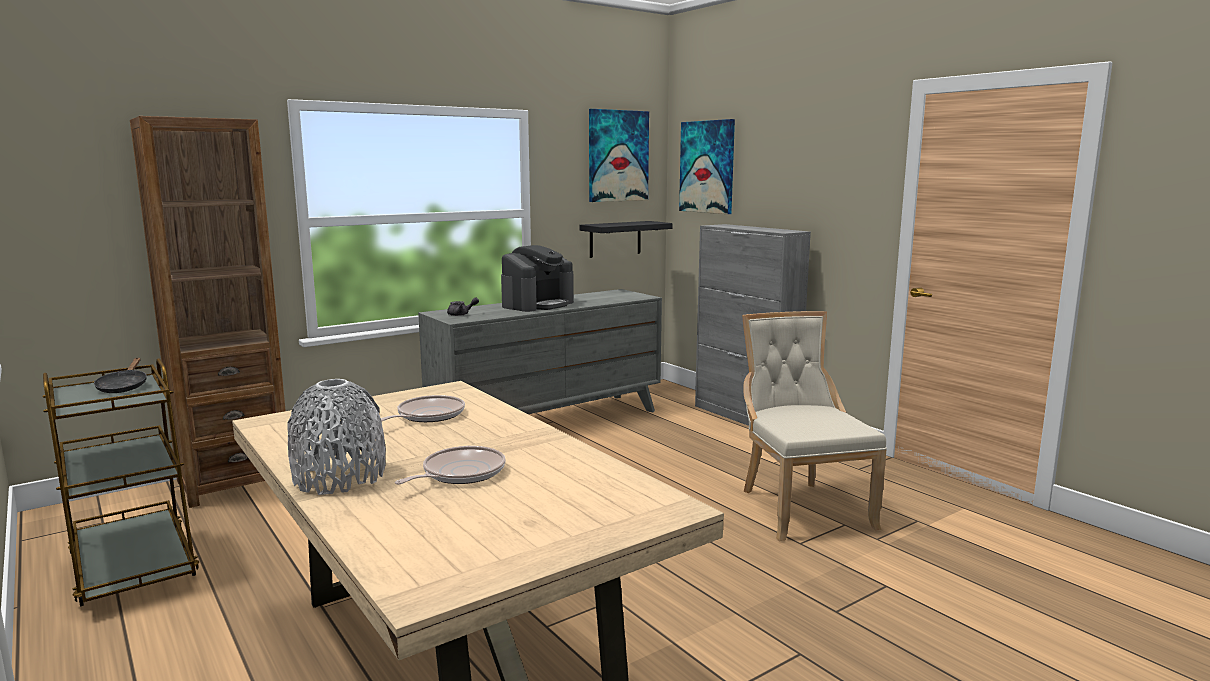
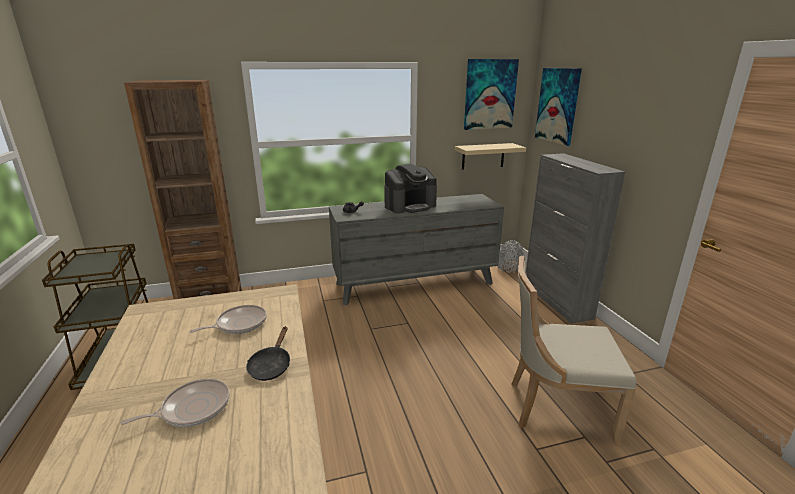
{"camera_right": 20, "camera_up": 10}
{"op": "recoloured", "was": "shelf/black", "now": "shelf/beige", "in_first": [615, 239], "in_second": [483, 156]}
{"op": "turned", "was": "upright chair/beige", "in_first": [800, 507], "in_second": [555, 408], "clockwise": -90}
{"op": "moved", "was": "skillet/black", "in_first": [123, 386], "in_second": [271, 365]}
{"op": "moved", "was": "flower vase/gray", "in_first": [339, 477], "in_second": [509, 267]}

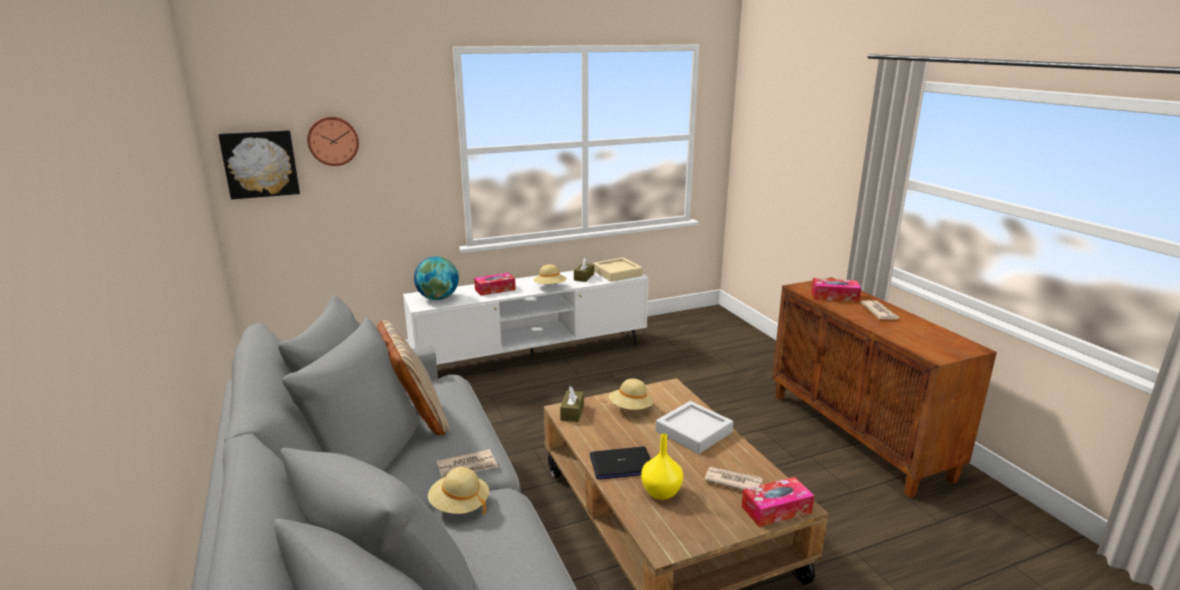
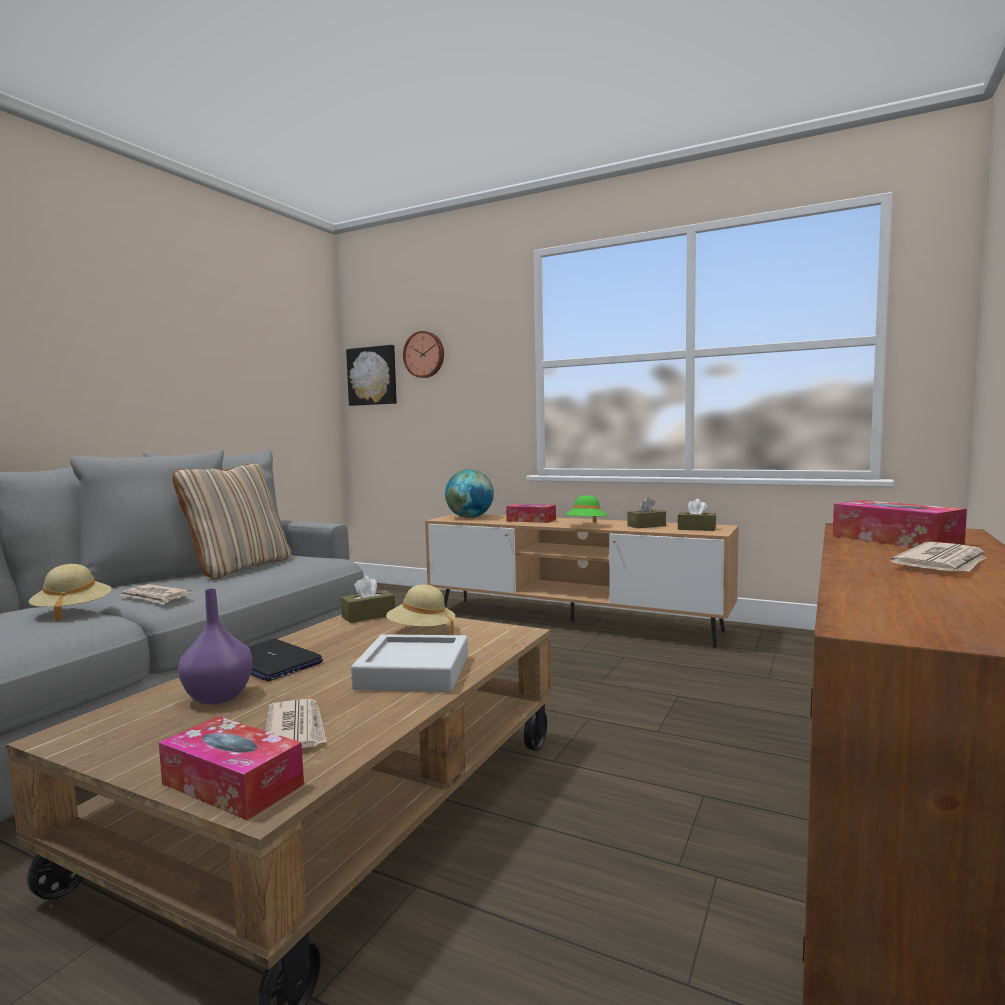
{"camera_right": 50, "camera_up": -15}
{"op": "replaced", "was": "carrying tray/beige", "now": "tissue holder/brown-coloured", "in_first": [617, 273], "in_second": [696, 529]}
{"op": "recoloured", "was": "hat/beige", "now": "hat/green", "in_first": [550, 287], "in_second": [586, 526]}
{"op": "recoloured", "was": "media console/white-coloured", "now": "media console/brown-coloured", "in_first": [532, 357], "in_second": [572, 621]}
{"op": "recoloured", "was": "flower vase/yellow-coloured", "now": "flower vase/purple-coloured", "in_first": [661, 492], "in_second": [219, 697]}

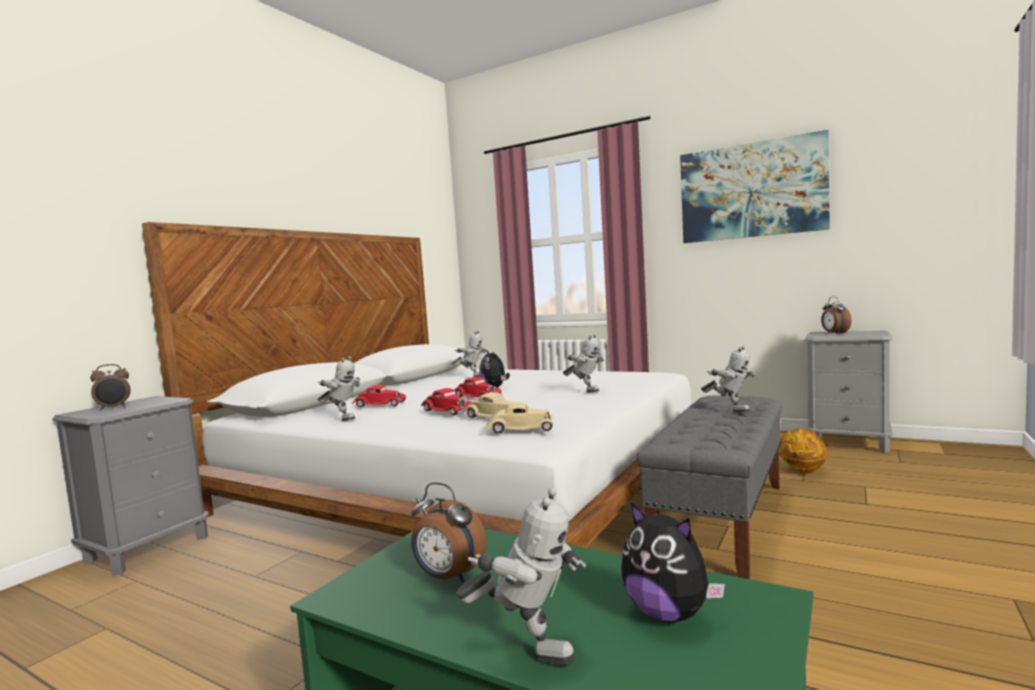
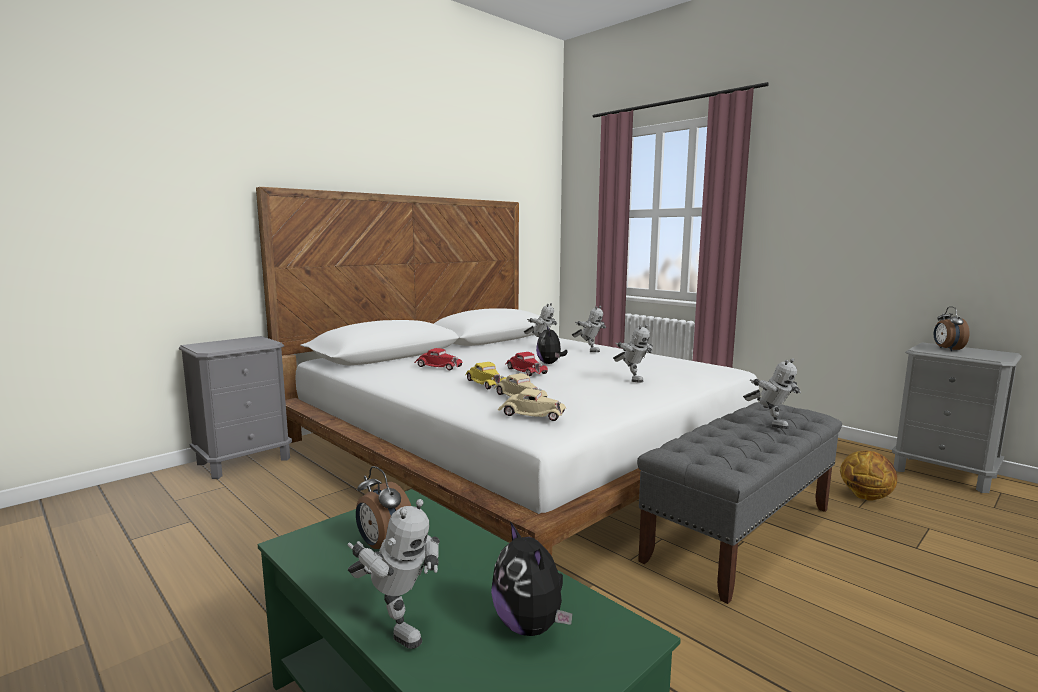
{"camera_right": 15, "camera_up": 5}
{"op": "removed", "was": "wall art", "in_first": [751, 190]}
{"op": "moved", "was": "model robot", "in_first": [342, 419], "in_second": [589, 351]}
{"op": "removed", "was": "alarm clock", "in_first": [113, 408]}
{"op": "recoloured", "was": "toy car/reddish", "now": "toy car/yellow-coloured", "in_first": [446, 410], "in_second": [486, 383]}

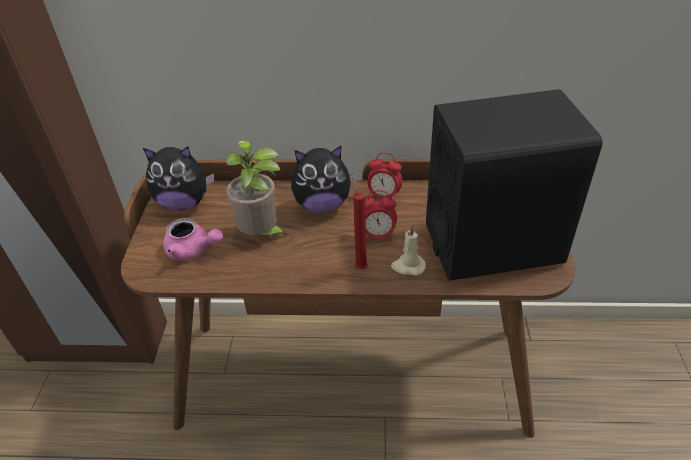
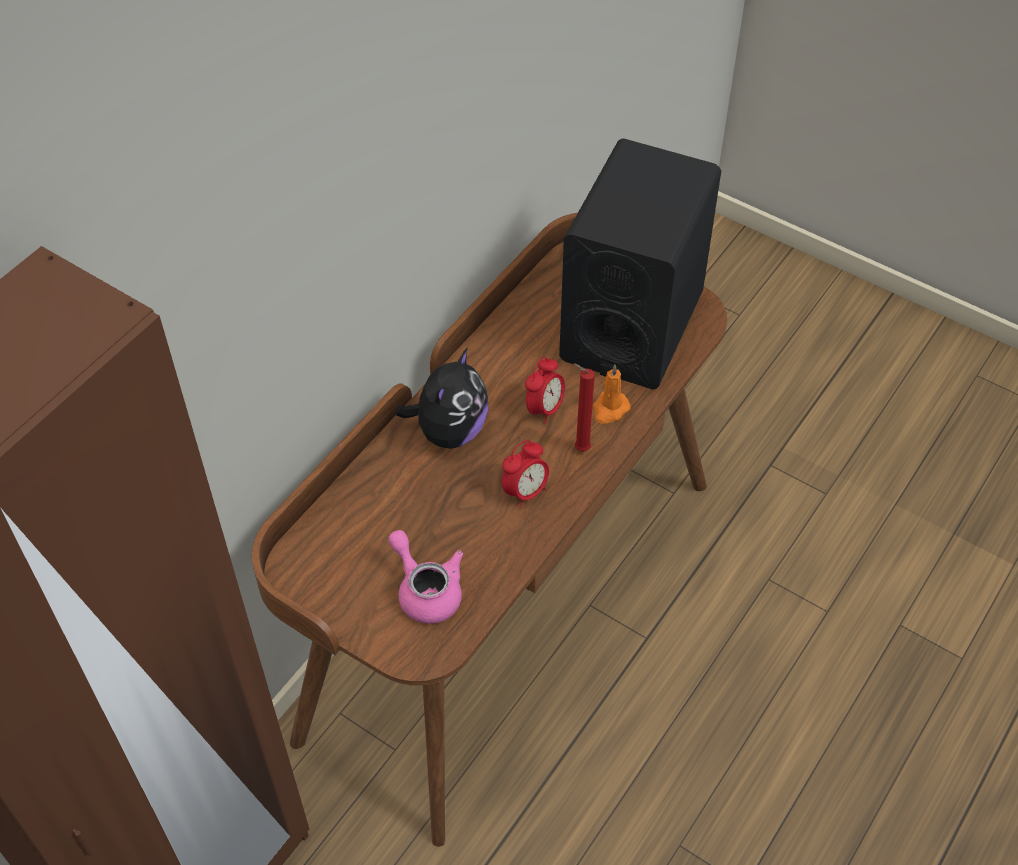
{"camera_right": -60, "camera_up": 10}
{"op": "removed", "was": "potted plant", "in_first": [262, 235]}
{"op": "removed", "was": "cuddly toy", "in_first": [184, 203]}
{"op": "moved", "was": "alarm clock", "in_first": [384, 197], "in_second": [525, 492]}
{"op": "turned", "was": "teapot/pink", "in_first": [193, 250], "in_second": [426, 590], "clockwise": -90}
{"op": "recoloured", "was": "wax light/beige", "now": "wax light/orange", "in_first": [408, 266], "in_second": [609, 409]}

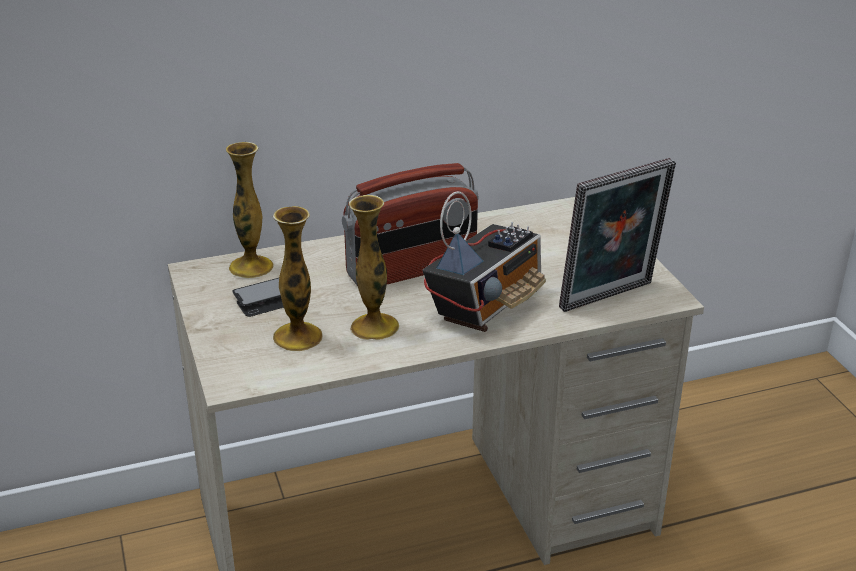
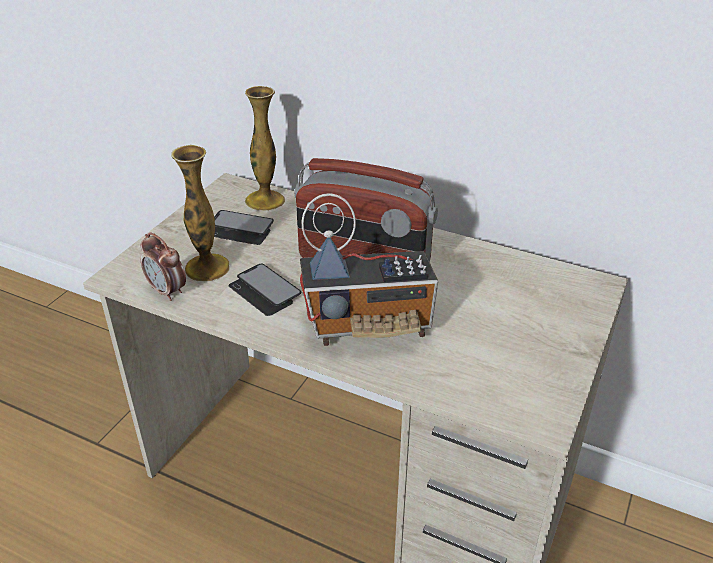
{"camera_right": 45, "camera_up": 5}
{"op": "removed", "was": "picture frame", "in_first": [610, 298]}
{"op": "replaced", "was": "flower vase", "now": "telephone", "in_first": [375, 327], "in_second": [264, 291]}
{"op": "added", "now": "alarm clock", "in_second": [167, 291]}

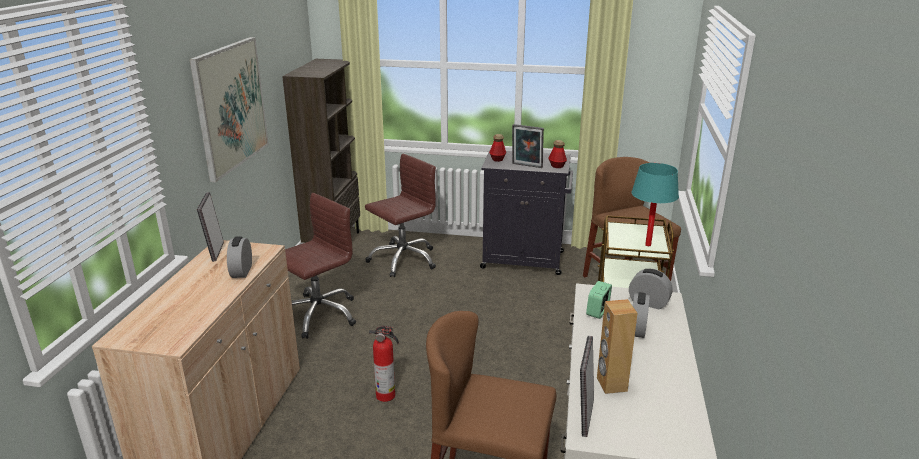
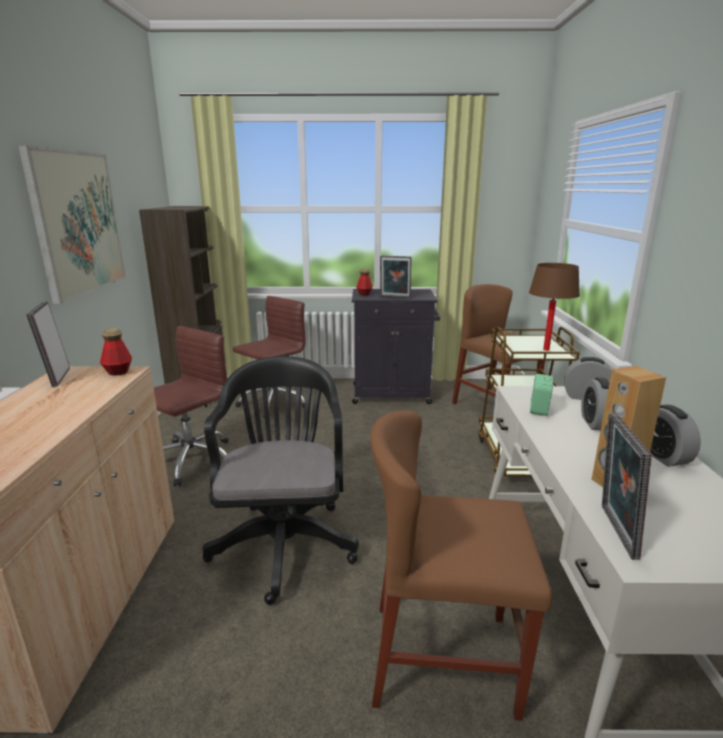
{"camera_right": -10, "camera_up": -5}
{"op": "moved", "was": "bottle", "in_first": [557, 166], "in_second": [118, 372]}
{"op": "recoloured", "was": "tabletop lamp/turquoise", "now": "tabletop lamp/brown-coloured", "in_first": [648, 245], "in_second": [546, 350]}
{"op": "moved", "was": "alarm clock", "in_first": [241, 271], "in_second": [662, 456]}
{"op": "replaced", "was": "fire-fighting cylinder", "now": "computer chair/black", "in_first": [387, 395], "in_second": [284, 540]}

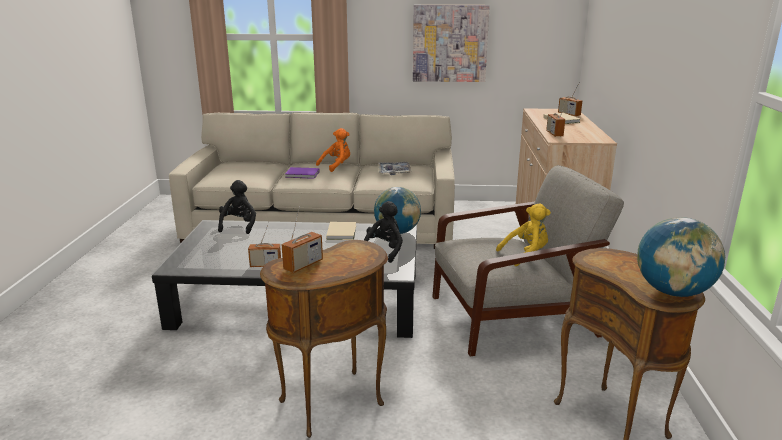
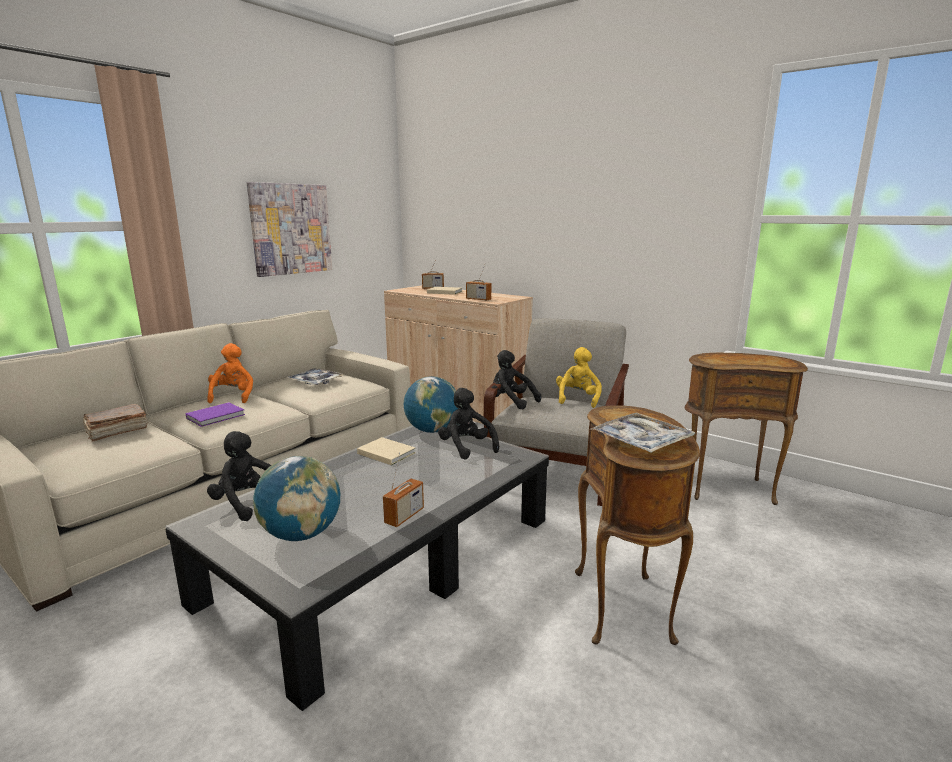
{"camera_right": -55, "camera_up": -5}
{"op": "replaced", "was": "radio set", "now": "carrying tray", "in_first": [303, 265], "in_second": [641, 441]}
{"op": "moved", "was": "globe", "in_first": [673, 292], "in_second": [301, 535]}
{"op": "added", "now": "cuddly toy/black", "in_second": [511, 402]}
{"op": "added", "now": "bound book/brown-coloured", "in_second": [116, 431]}

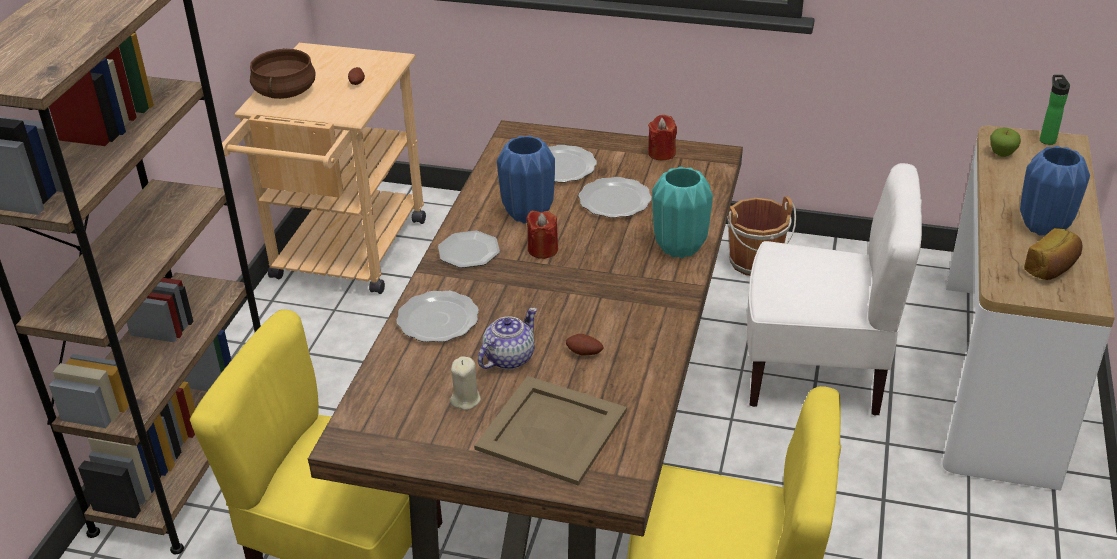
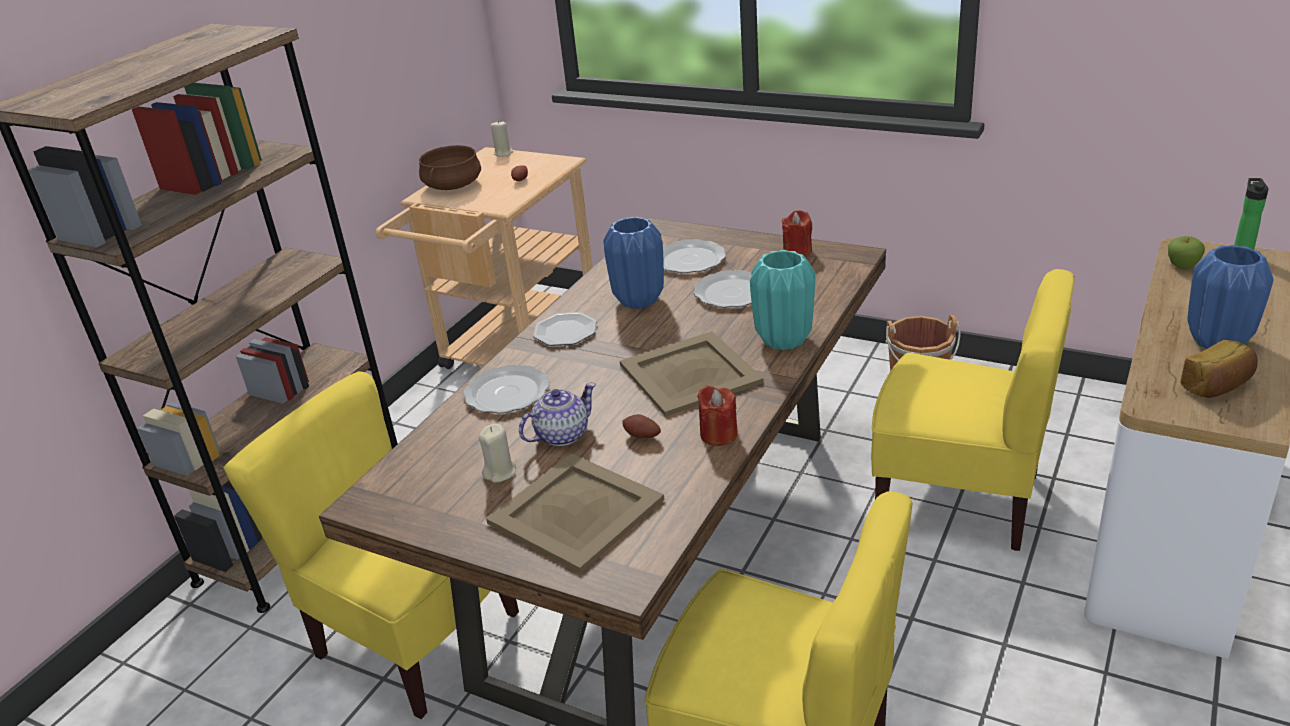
{"camera_right": 15, "camera_up": -5}
{"op": "recoloured", "was": "upright chair/white-coloured", "now": "upright chair/yellow-coloured", "in_first": [816, 372], "in_second": [958, 499]}
{"op": "moved", "was": "wax light/reddish", "in_first": [542, 249], "in_second": [718, 434]}
{"op": "added", "now": "wax light/beige", "in_second": [503, 153]}
{"op": "added", "now": "carrying tray/beige", "in_second": [689, 374]}

